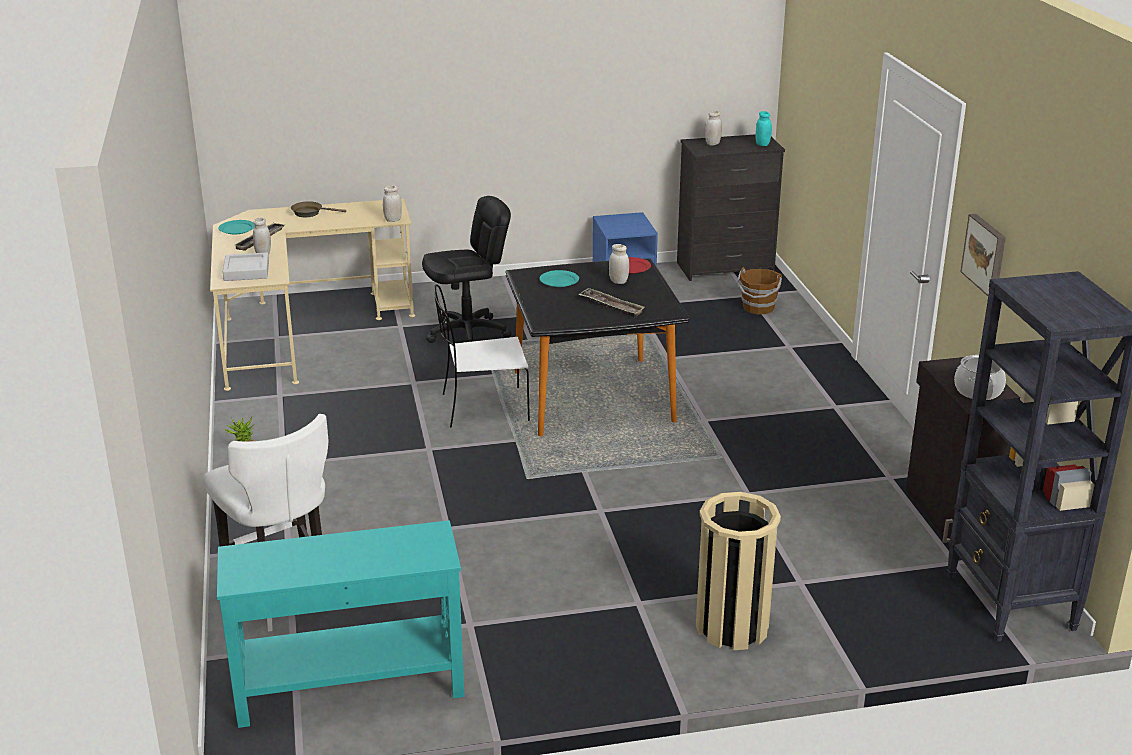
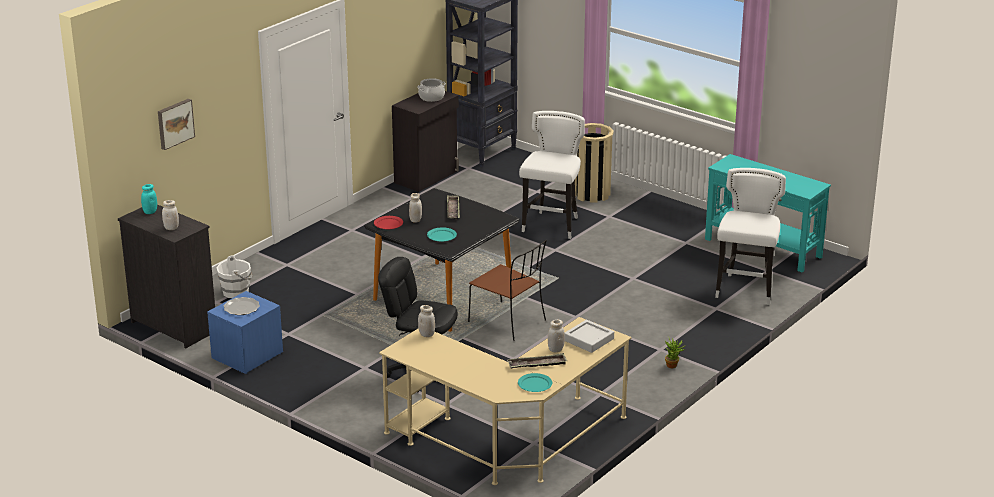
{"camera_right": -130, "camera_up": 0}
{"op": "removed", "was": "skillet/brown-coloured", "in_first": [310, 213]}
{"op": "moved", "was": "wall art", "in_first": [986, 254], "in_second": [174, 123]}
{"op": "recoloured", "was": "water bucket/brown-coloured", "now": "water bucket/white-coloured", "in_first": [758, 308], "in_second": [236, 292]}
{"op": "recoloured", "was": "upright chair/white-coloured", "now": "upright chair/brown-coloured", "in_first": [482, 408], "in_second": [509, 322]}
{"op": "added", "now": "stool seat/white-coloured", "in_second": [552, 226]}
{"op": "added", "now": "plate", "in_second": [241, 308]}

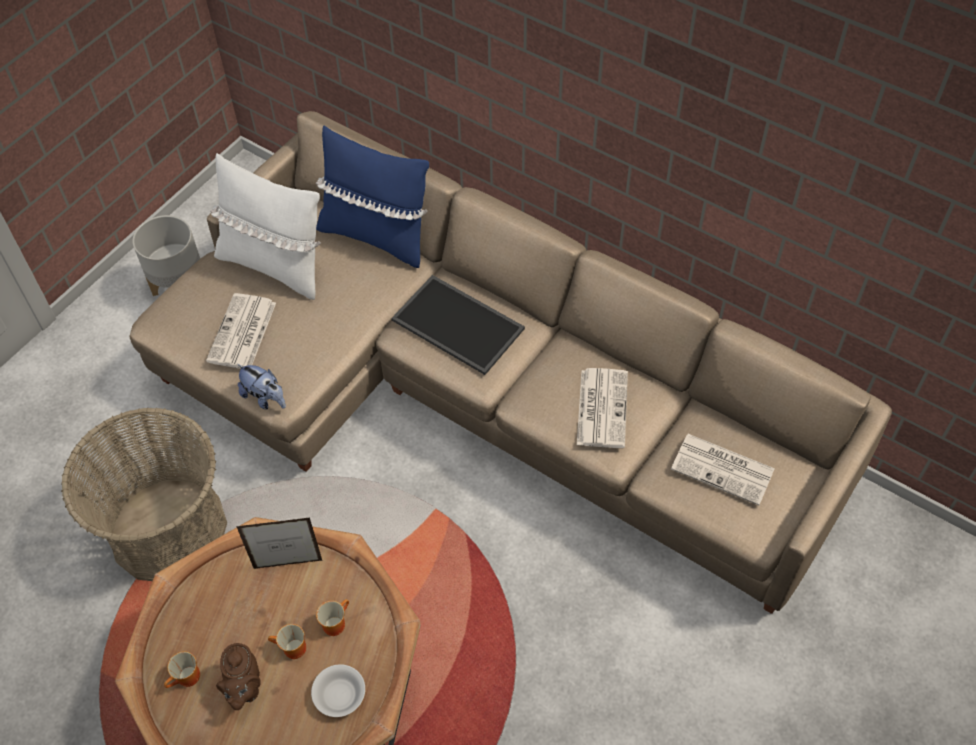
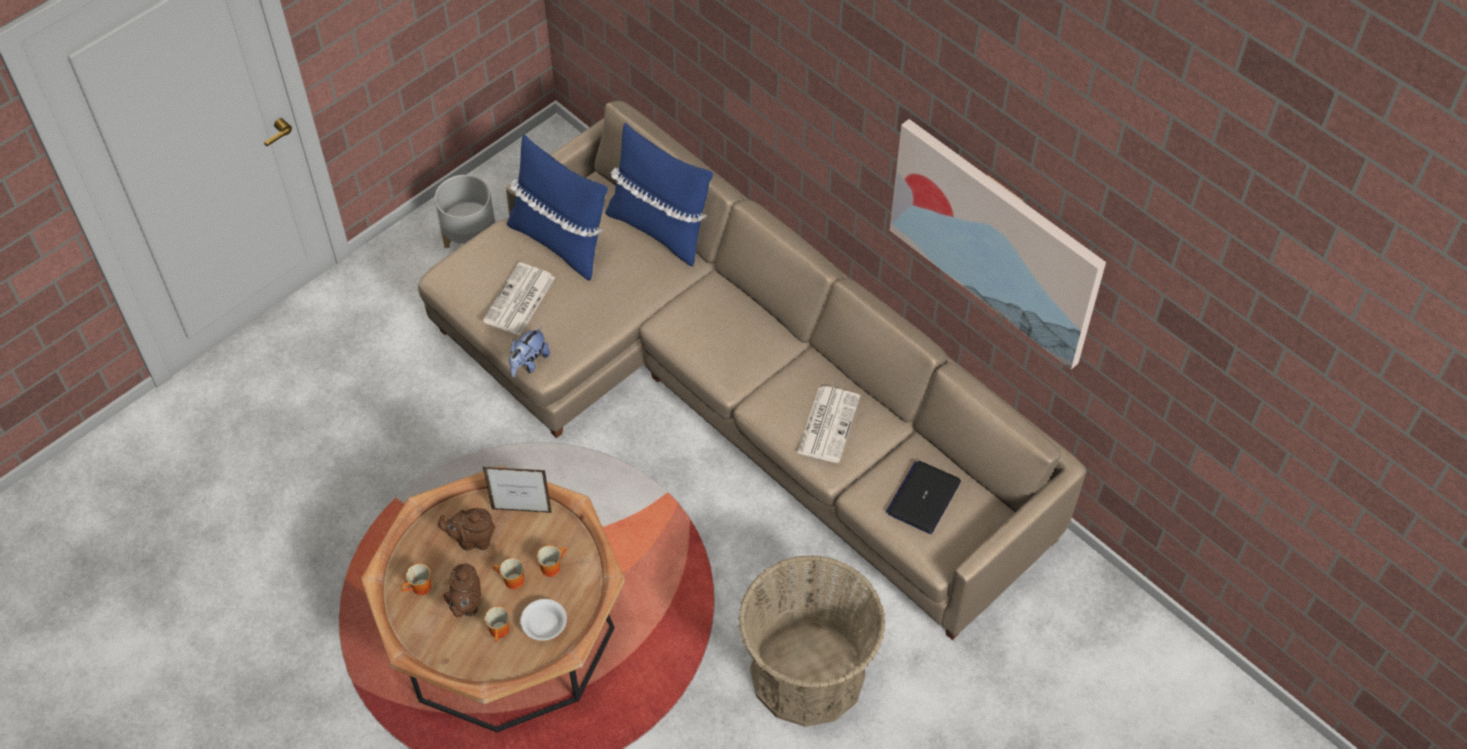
{"camera_right": 10, "camera_up": 0}
{"op": "recoloured", "was": "throw pillow/white-coloured", "now": "throw pillow/blue-coloured", "in_first": [274, 265], "in_second": [560, 242]}
{"op": "removed", "was": "carrying tray", "in_first": [460, 324]}
{"op": "turned", "was": "cuddly toy", "in_first": [265, 398], "in_second": [529, 363], "clockwise": 75}
{"op": "moved", "was": "storage basket", "in_first": [169, 530], "in_second": [808, 673]}
{"op": "replaced", "was": "printed paper", "now": "portable computer", "in_first": [724, 469], "in_second": [923, 497]}
{"op": "added", "now": "wall art", "in_second": [995, 241]}
{"op": "added", "now": "teapot/brown-coloured", "in_second": [473, 539]}
{"op": "added", "now": "coffee mug", "in_second": [501, 631]}

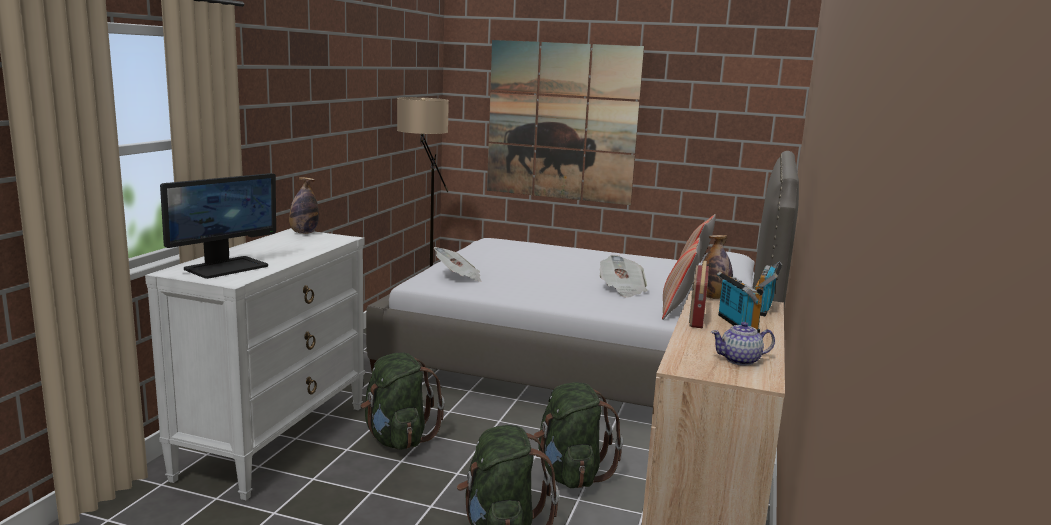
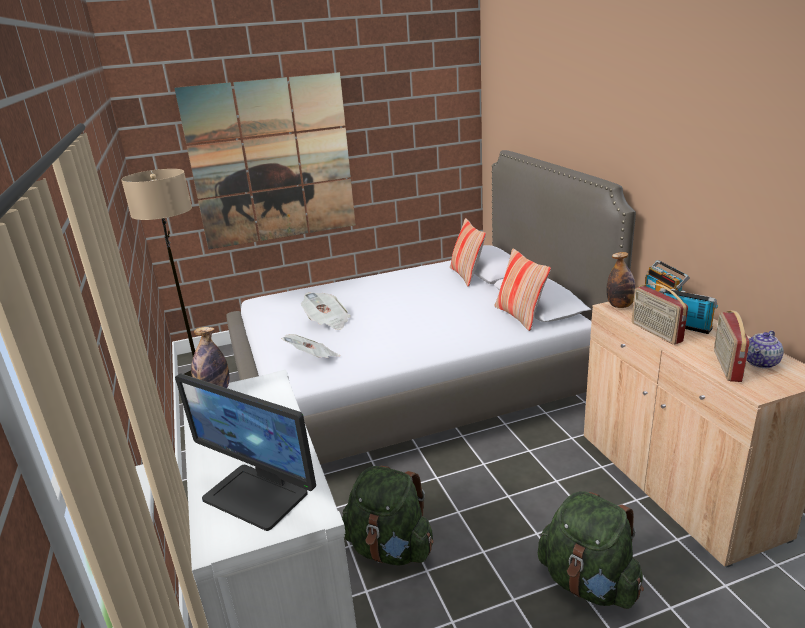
{"camera_right": -35, "camera_up": 10}
{"op": "turned", "was": "computer display", "in_first": [226, 267], "in_second": [257, 495], "clockwise": 120}
{"op": "moved", "was": "printed paper", "in_first": [622, 289], "in_second": [327, 322]}
{"op": "removed", "was": "rucksack/green", "in_first": [570, 474]}
{"op": "added", "now": "radio set", "in_second": [726, 365]}

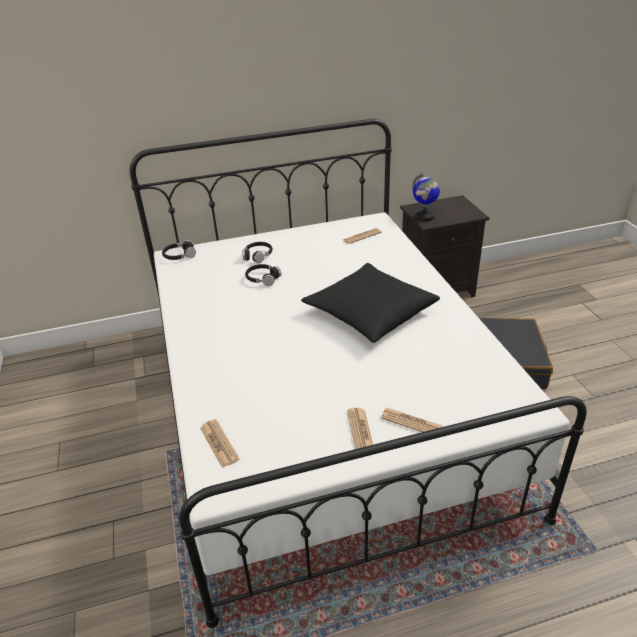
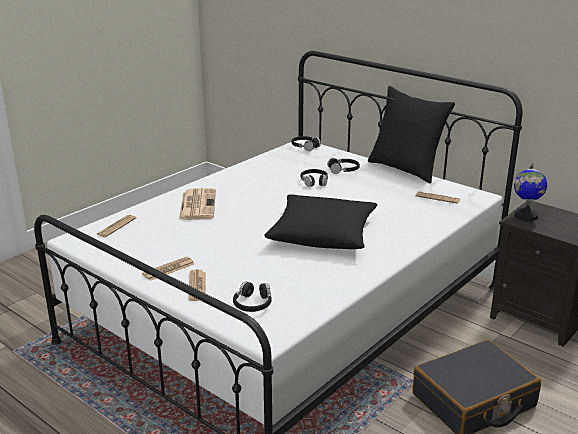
{"camera_right": 55, "camera_up": -10}
{"op": "added", "now": "throw pillow/black", "in_second": [405, 169]}
{"op": "added", "now": "printed paper", "in_second": [197, 205]}
{"op": "added", "now": "headphones/black", "in_second": [253, 304]}

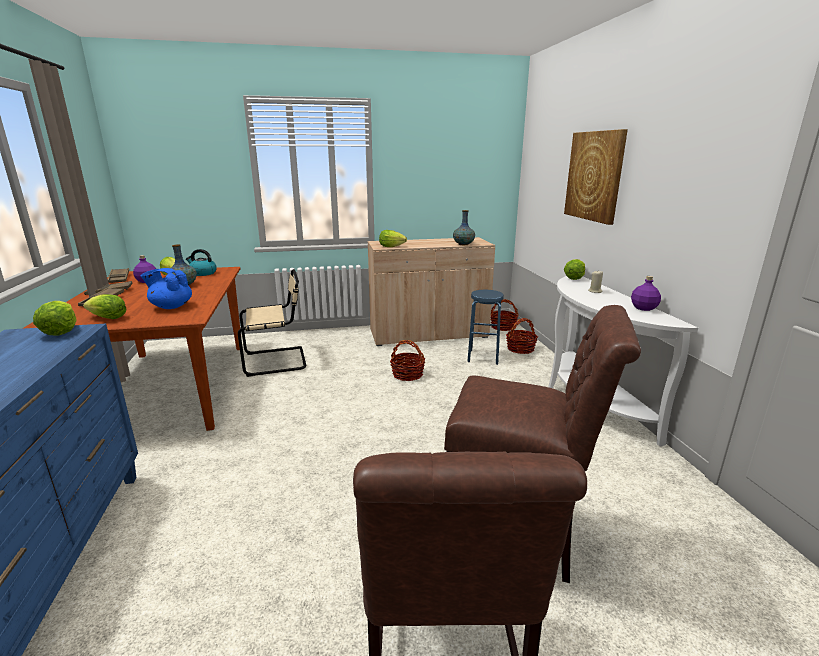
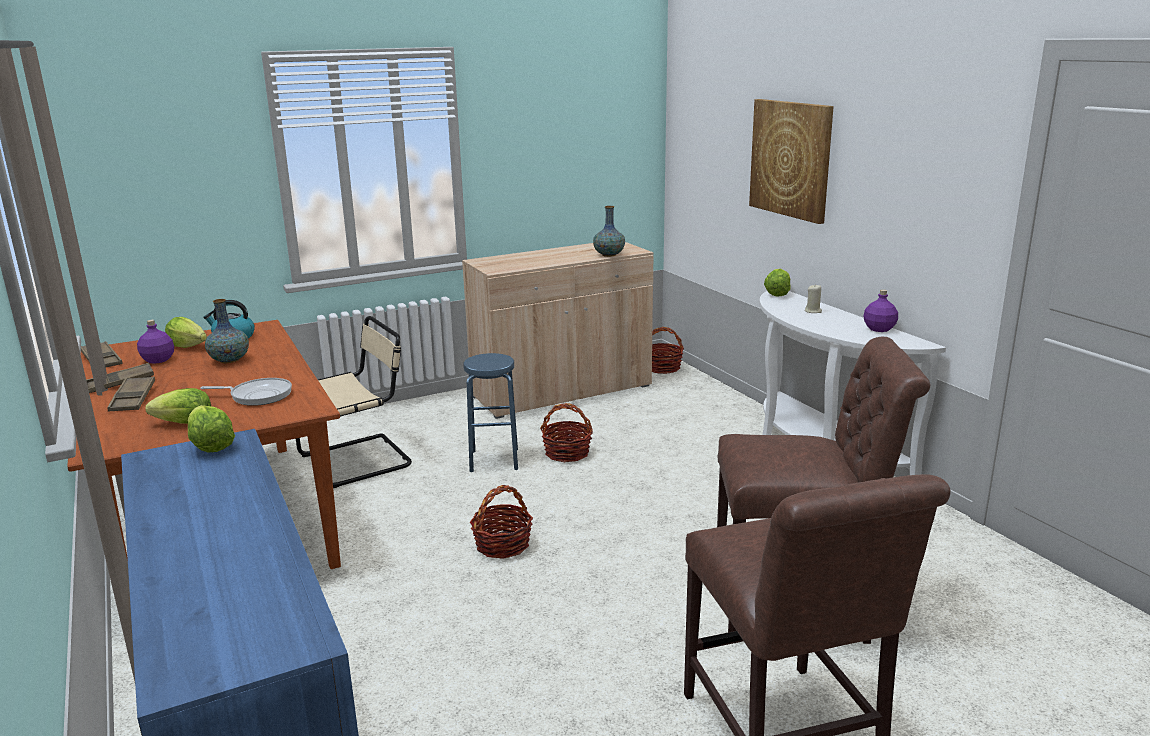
{"camera_right": -15, "camera_up": 0}
{"op": "removed", "was": "head of lettuce", "in_first": [391, 247]}
{"op": "replaced", "was": "teapot/blue-coloured", "now": "skillet", "in_first": [171, 306], "in_second": [258, 395]}
{"op": "moved", "was": "stool seat/blue-coloured", "in_first": [483, 357], "in_second": [494, 460]}
{"op": "moved", "was": "storage basket", "in_first": [520, 349], "in_second": [502, 544]}

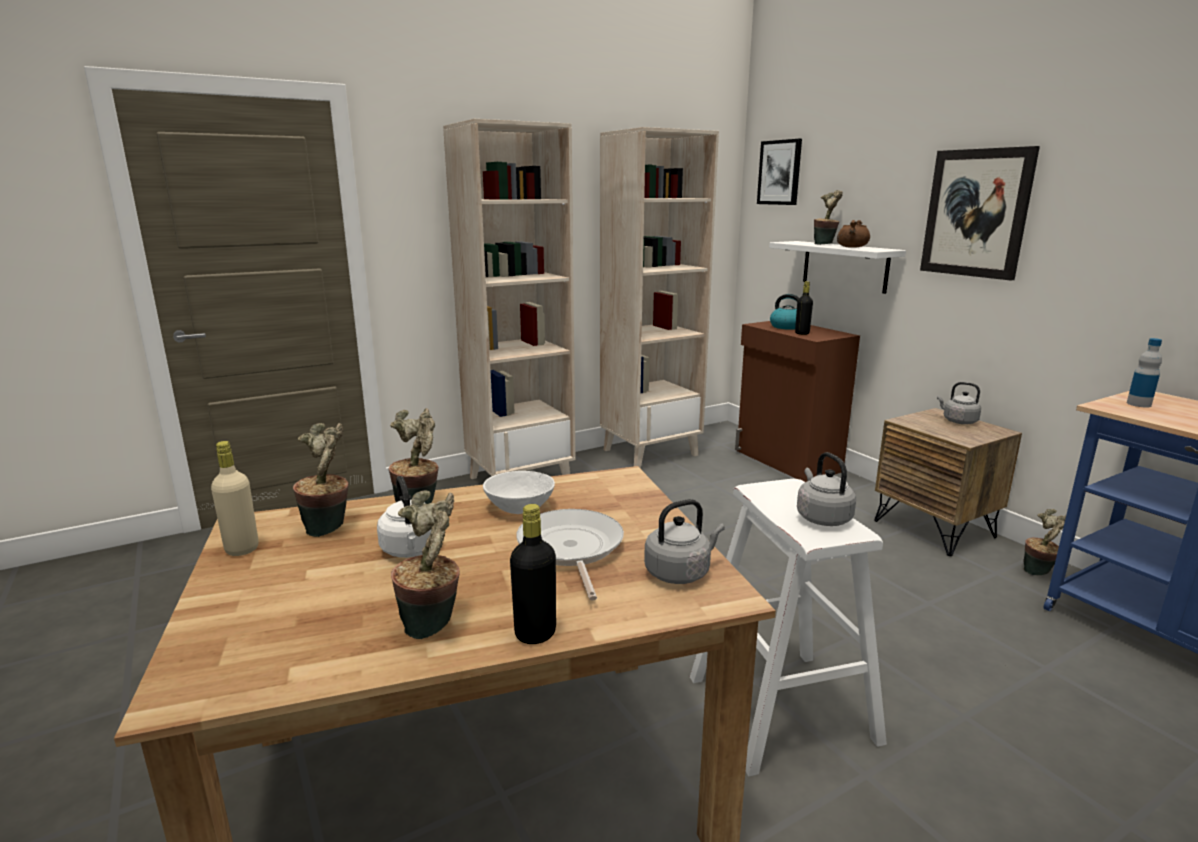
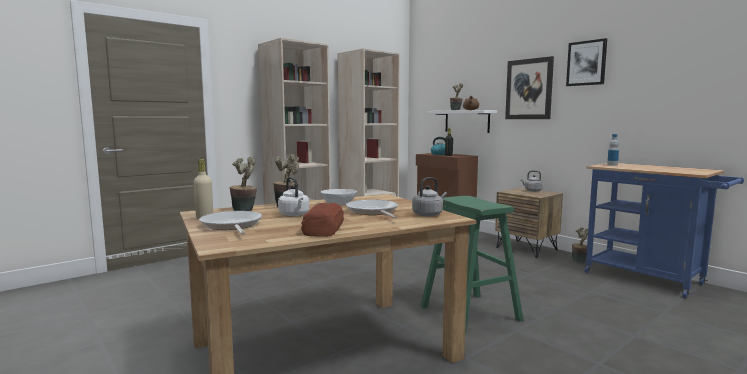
{"camera_right": -10, "camera_up": -10}
{"op": "moved", "was": "wall art", "in_first": [780, 172], "in_second": [586, 63]}
{"op": "removed", "was": "tea kettle/gray", "in_first": [822, 517]}
{"op": "recoloured", "was": "stool seat/white-coloured", "now": "stool seat/green", "in_first": [782, 709], "in_second": [470, 313]}
{"op": "replaced", "was": "potted plant", "now": "baked bread", "in_first": [433, 625], "in_second": [324, 229]}
{"op": "removed", "was": "bottle/black", "in_first": [535, 633]}
{"op": "added", "now": "skillet", "in_second": [231, 225]}

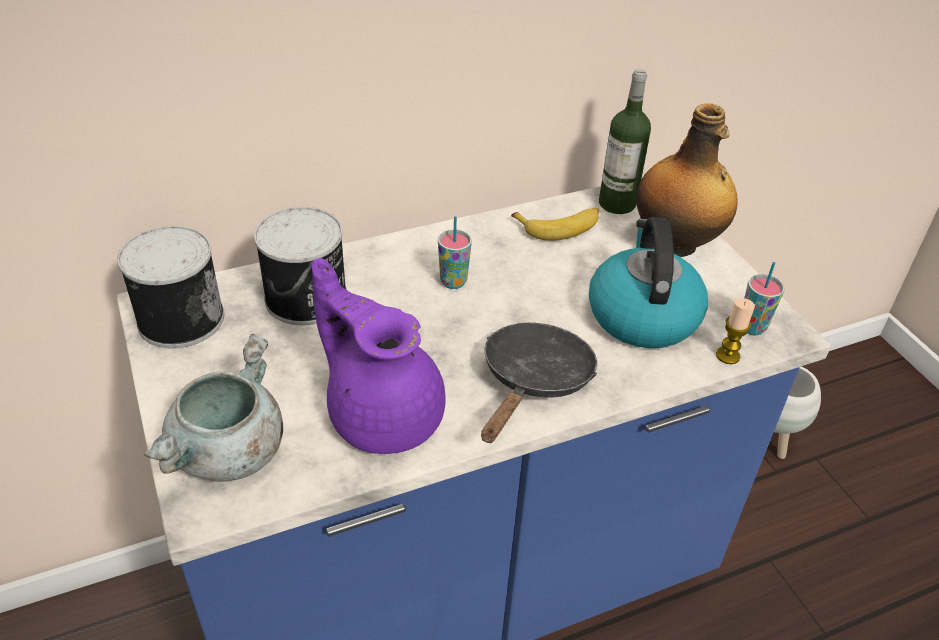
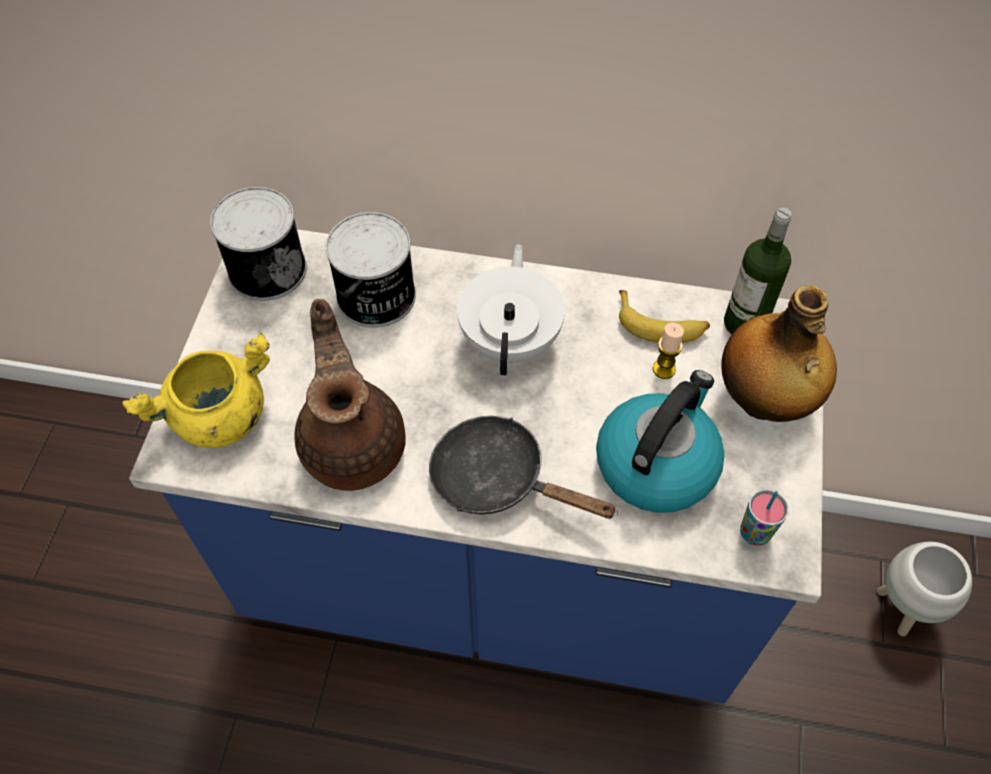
{"camera_right": 35, "camera_up": 15}
{"op": "replaced", "was": "drinking cup", "now": "teapot/white-coloured", "in_first": [453, 282], "in_second": [511, 340]}
{"op": "recoloured", "was": "teapot/purple-coloured", "now": "teapot/brown-coloured", "in_first": [383, 413], "in_second": [354, 443]}
{"op": "moved", "was": "wax light", "in_first": [727, 356], "in_second": [664, 369]}
{"op": "turned", "was": "skillet/black", "in_first": [533, 381], "in_second": [498, 479], "clockwise": -120}
{"op": "recoloured", "was": "saucepot/gray", "now": "saucepot/yellow-coloured", "in_first": [229, 455], "in_second": [218, 418]}

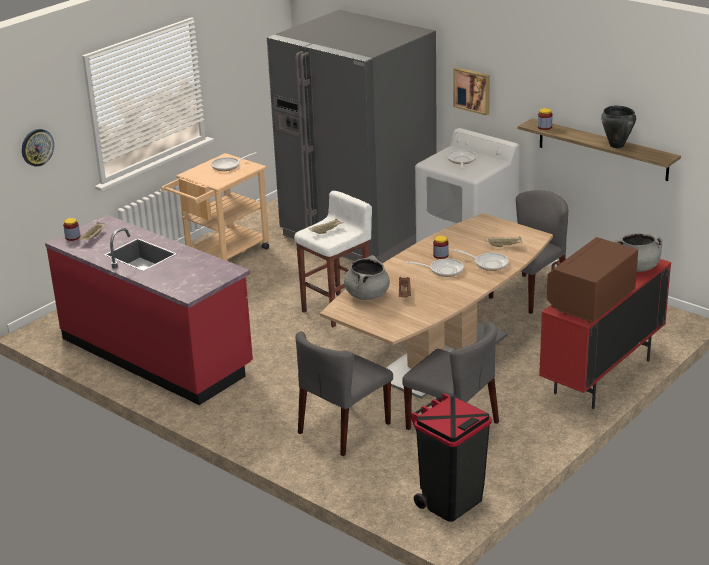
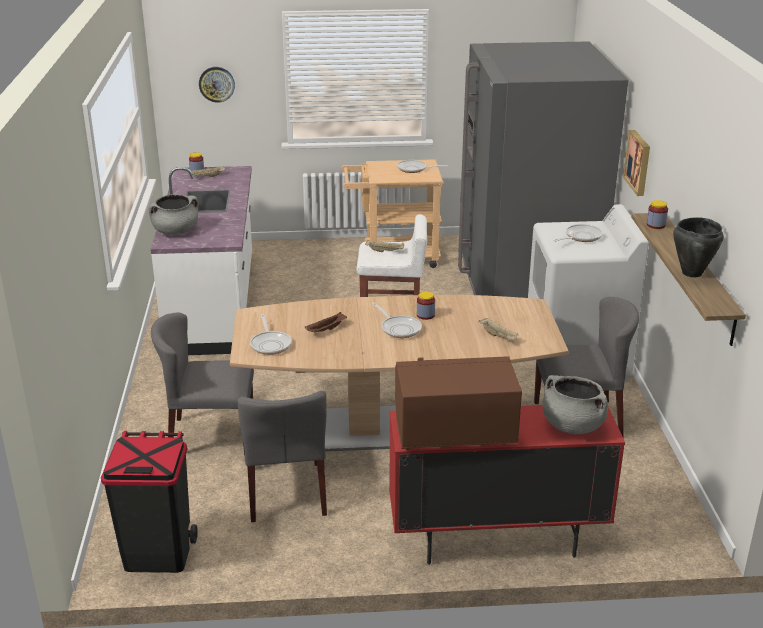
{"camera_right": 45, "camera_up": 0}
{"op": "recoloured", "was": "kitchen counter/reddish", "now": "kitchen counter/white-coloured", "in_first": [157, 353], "in_second": [214, 304]}
{"op": "moved", "was": "skillet", "in_first": [488, 264], "in_second": [270, 344]}
{"op": "moved", "was": "saucepot/gray", "in_first": [367, 295], "in_second": [176, 231]}

